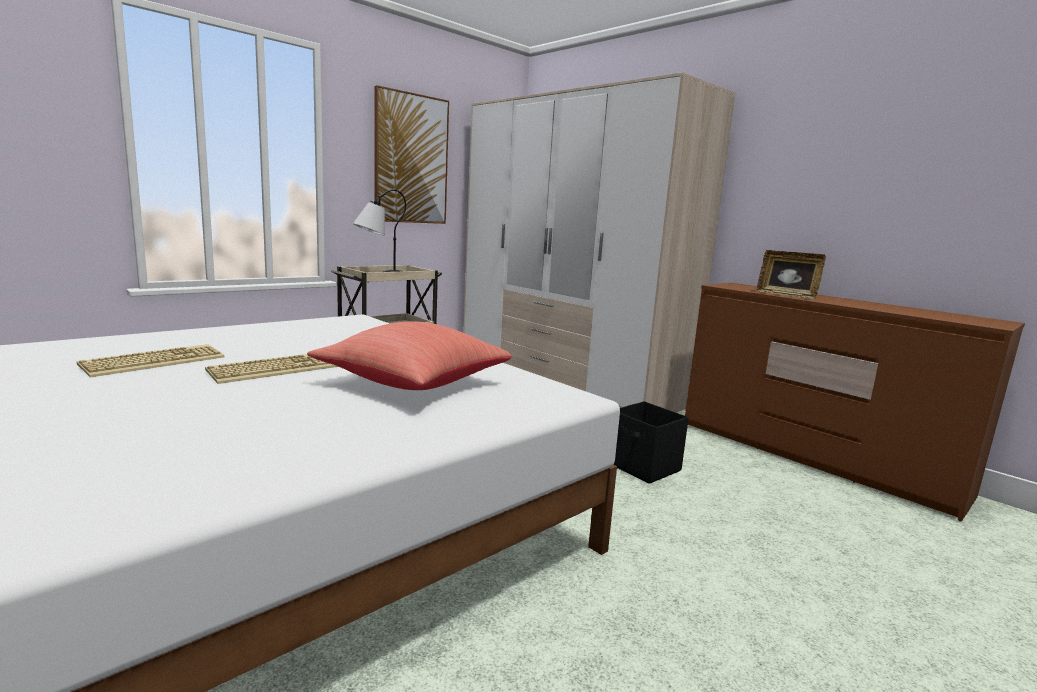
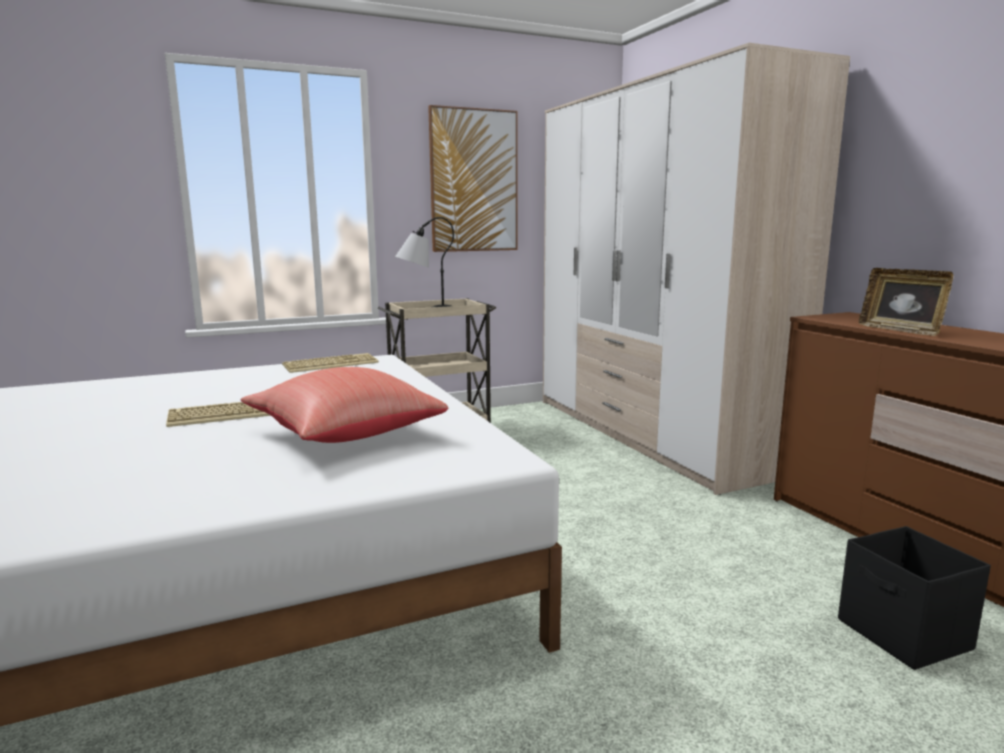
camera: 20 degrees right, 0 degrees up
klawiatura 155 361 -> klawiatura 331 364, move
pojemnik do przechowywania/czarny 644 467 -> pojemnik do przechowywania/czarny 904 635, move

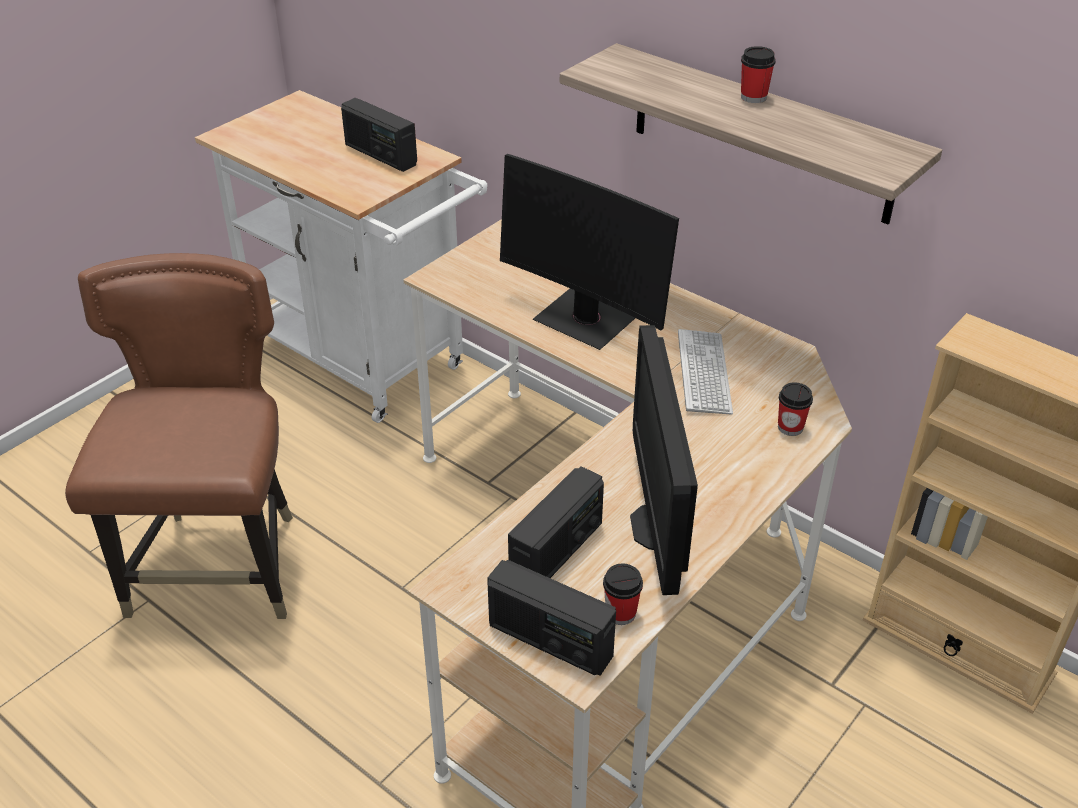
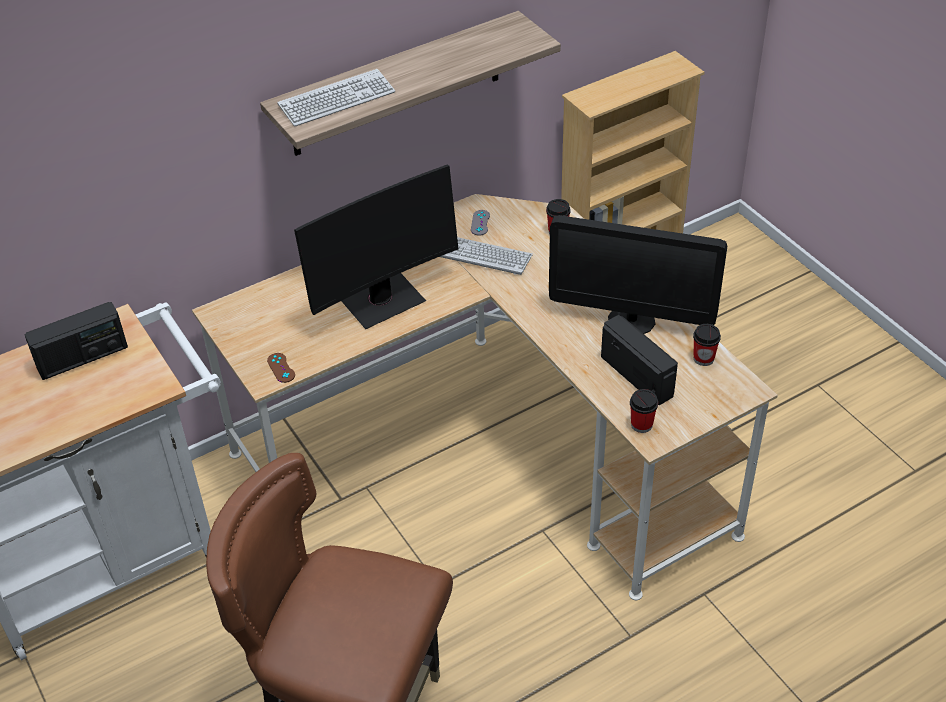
camera: 70 degrees left, 5 degrees up
none -> pad do gier/brązowy 281 368
none -> klawiatura 336 99
none -> pad do gier/szary 480 223
filiżanka 753 97 -> filiżanka 641 424, move
radio 550 640 -> none

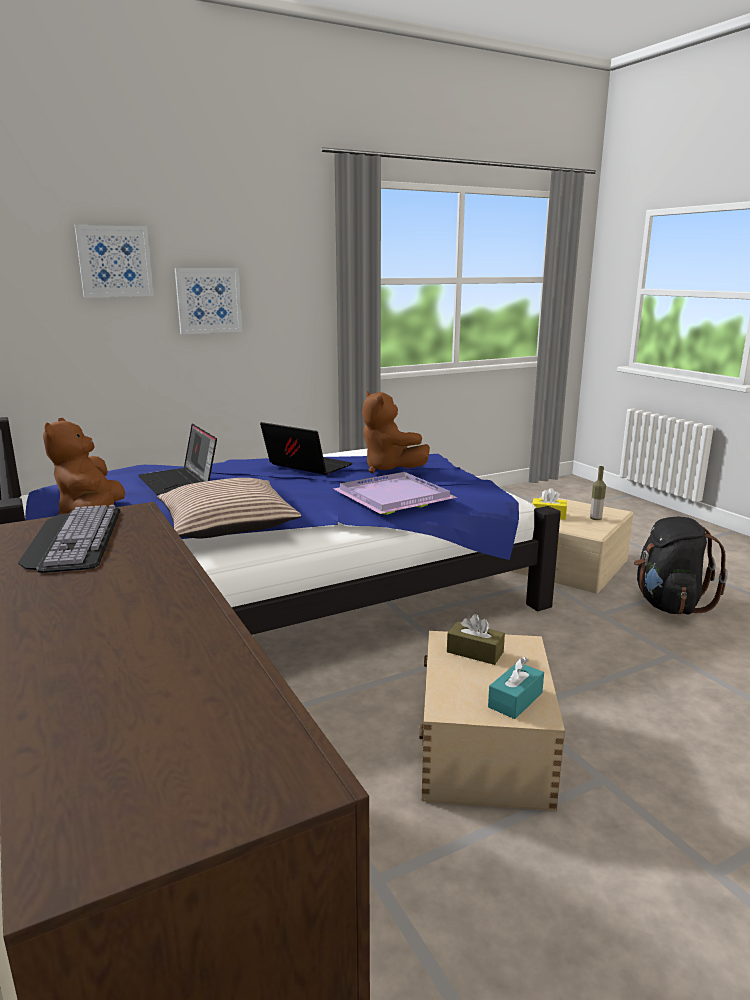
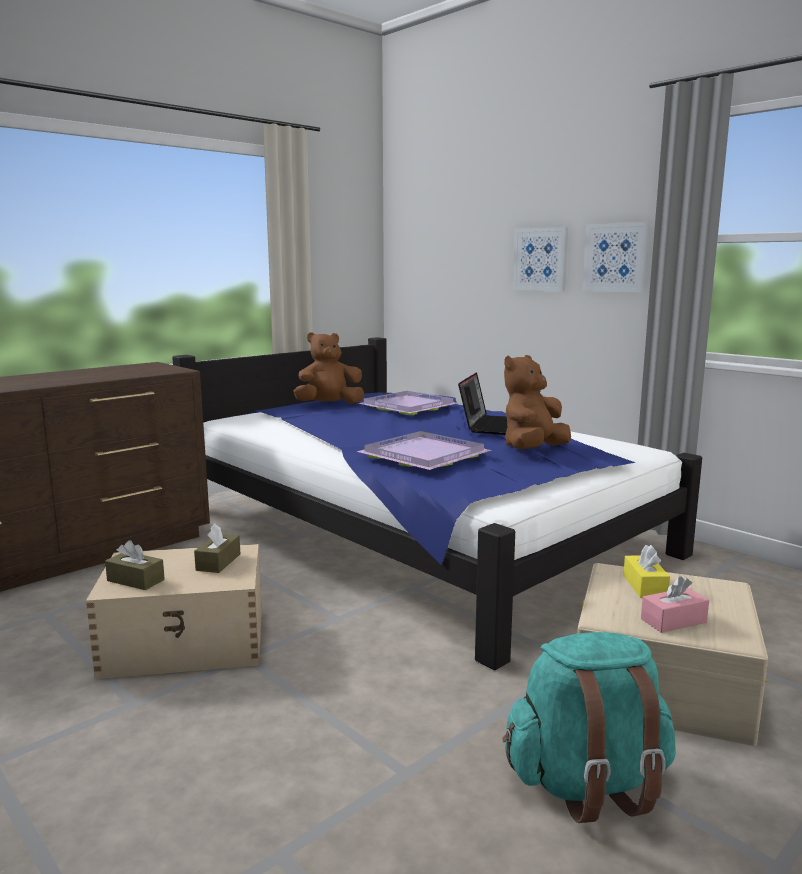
camera: 75 degrees right, 5 degrees down
pudełko chusteczek/turkusowy 515 700 -> pudełko chusteczek/brązowy 135 580
laptop 179 482 -> taca/fioletowy 408 407
plecak/czarny 668 604 -> plecak/turkusowy 587 783
obraz 115 261 -> obraz 615 257, move
butelka 595 519 -> pudełko chusteczek/różowy 673 621
klawiatura 71 539 -> none
poduszka 227 524 -> none

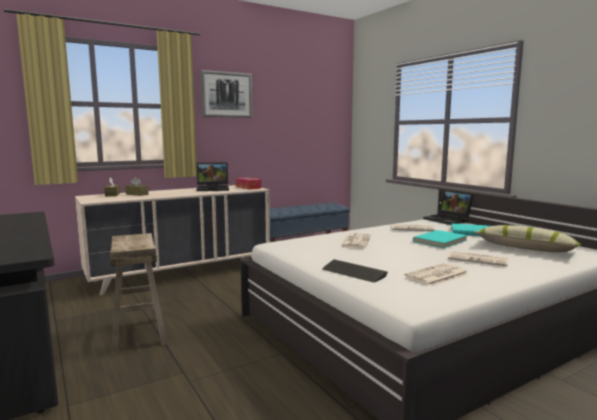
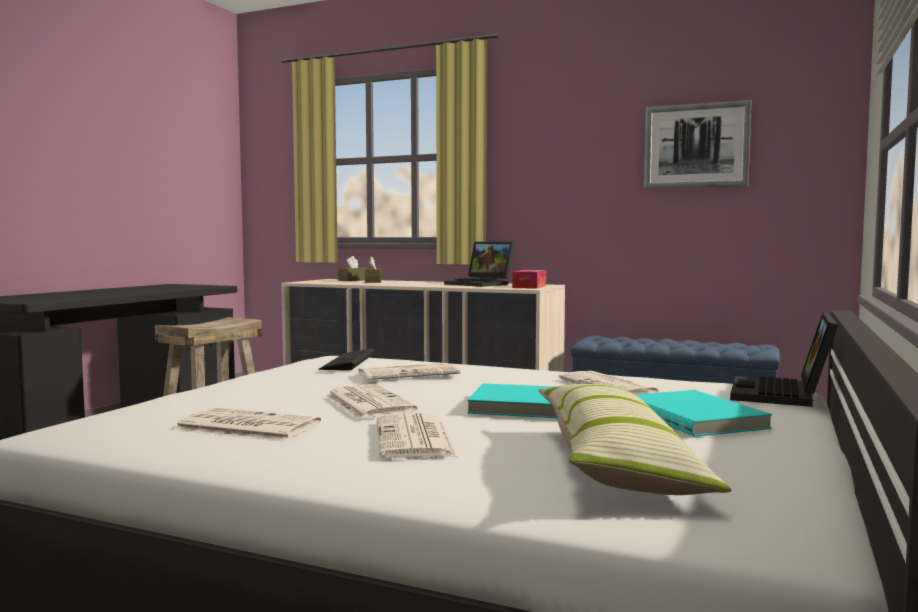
camera: 55 degrees right, 5 degrees down
klawiatura 353 272 -> klawiatura 347 362, move
none -> gazeta 367 403
obraz 227 94 -> obraz 696 146, move

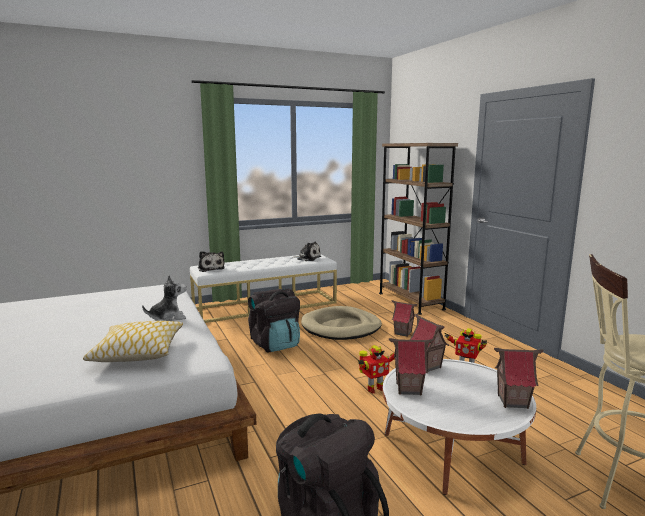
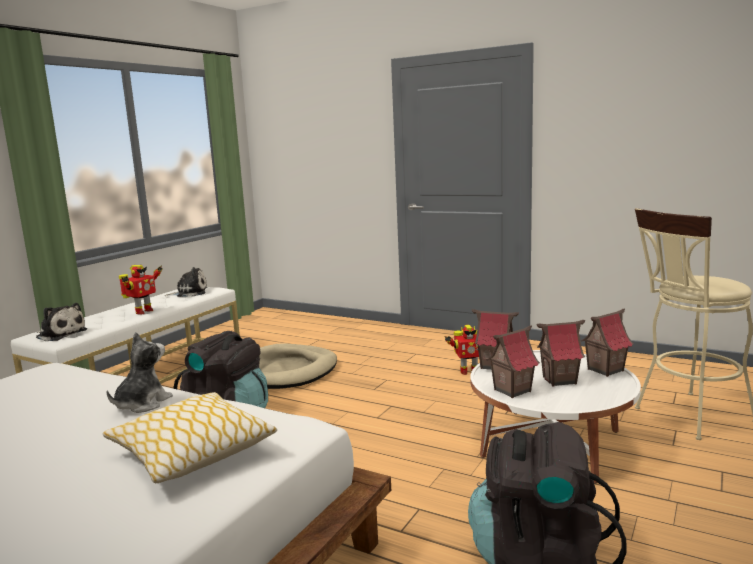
camera: 35 degrees left, 0 degrees up
robot zabawkowy 374 389 -> robot zabawkowy 142 312, move
domek 403 333 -> domek 560 380, move
regał/brązowy 410 301 -> none

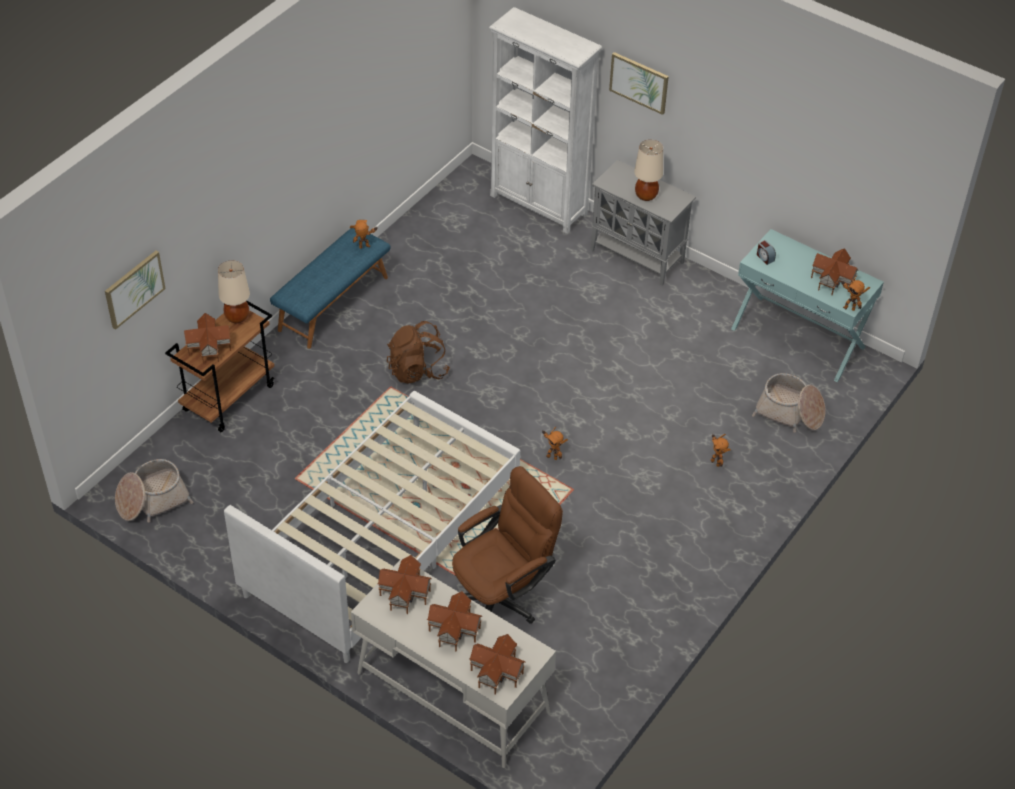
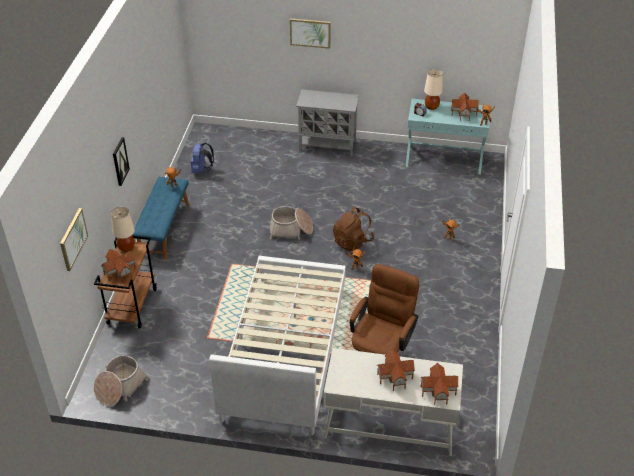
camera: 25 degrees left, 5 degrees down
none -> obraz 120 161
none -> plecak/niebieski 202 170
koszyk 789 412 -> koszyk 291 229, move
plecak/brązowy 417 370 -> plecak/brązowy 352 241, move
lampa stołowa/beżowy 645 196 -> lampa stołowa/beżowy 431 107, move
domek 406 593 -> none
regał/biały 539 205 -> none

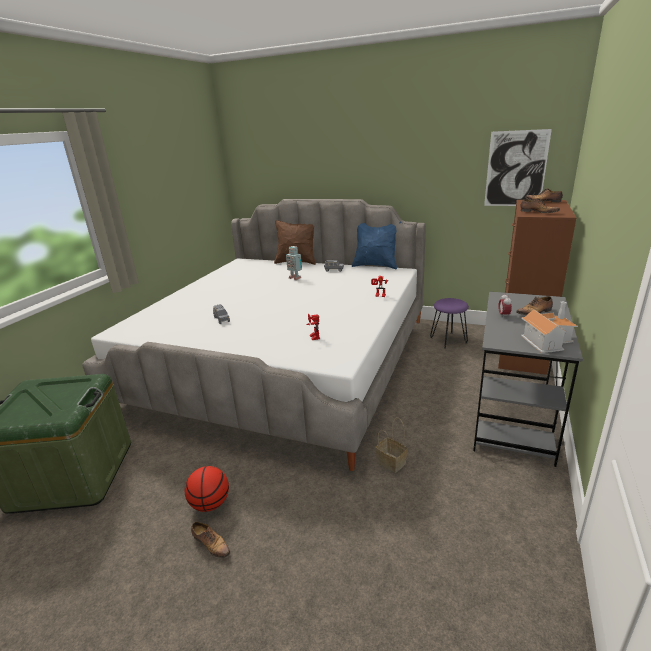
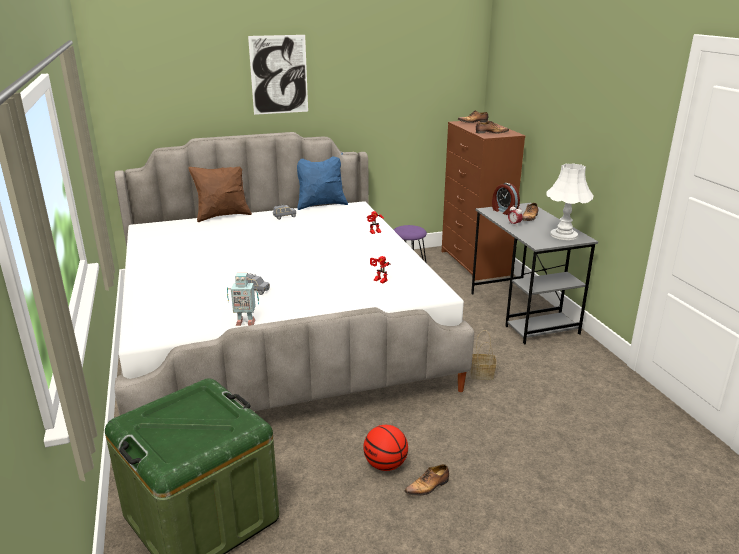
camera: 40 degrees left, 0 degrees up
robot zabawkowy 295 278 -> robot zabawkowy 245 322, move
obraz 516 169 -> obraz 279 75, move
but 211 544 -> but 428 486, 150 degrees clockwise
none -> budzik 504 211
domek 546 340 -> lampa stołowa/biały 564 235

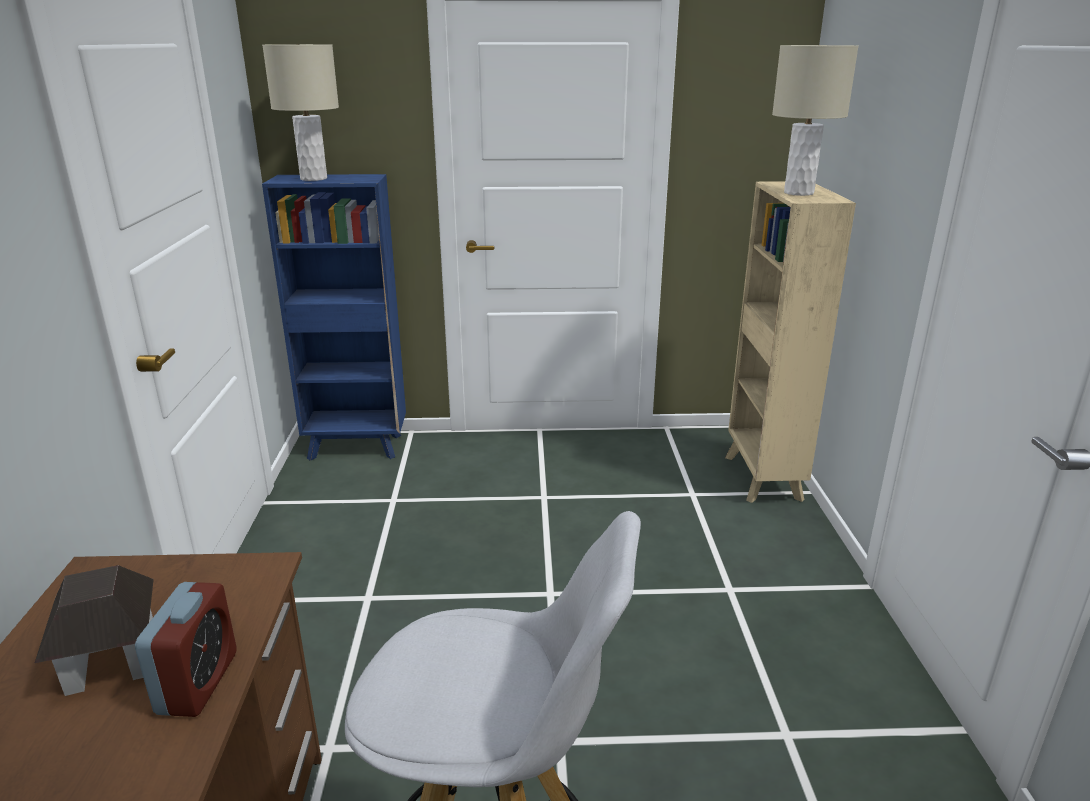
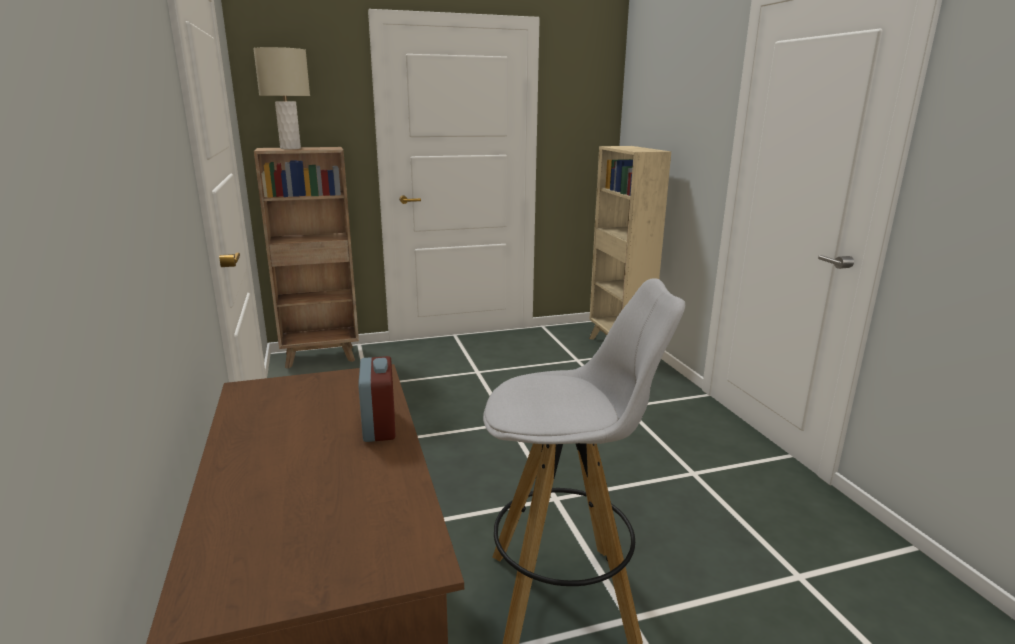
camera: 15 degrees left, 5 degrees down
regał/niebieski 357 447 -> regał/brązowy 322 357
domek 112 662 -> none
lampa stołowa/beżowy 798 193 -> none

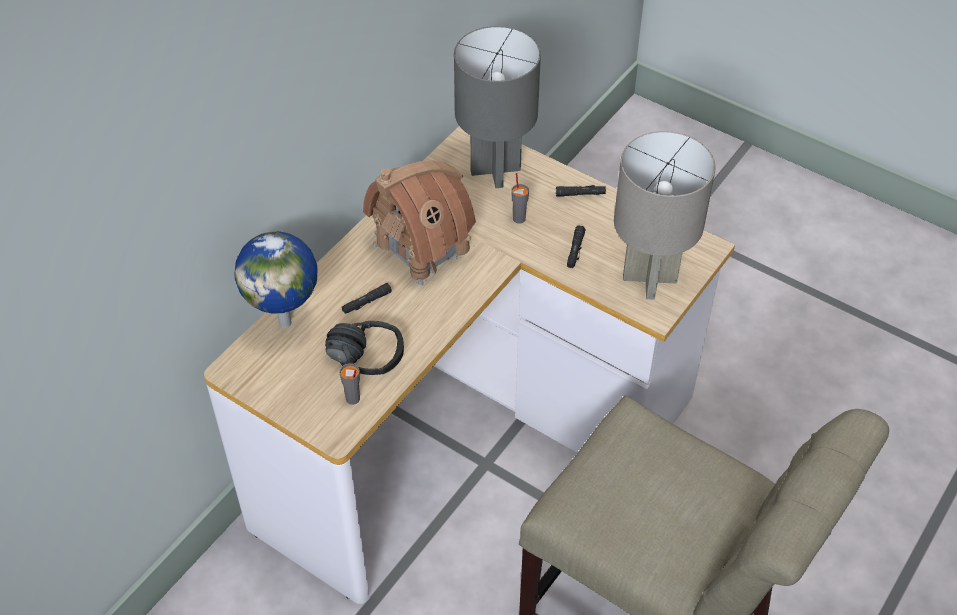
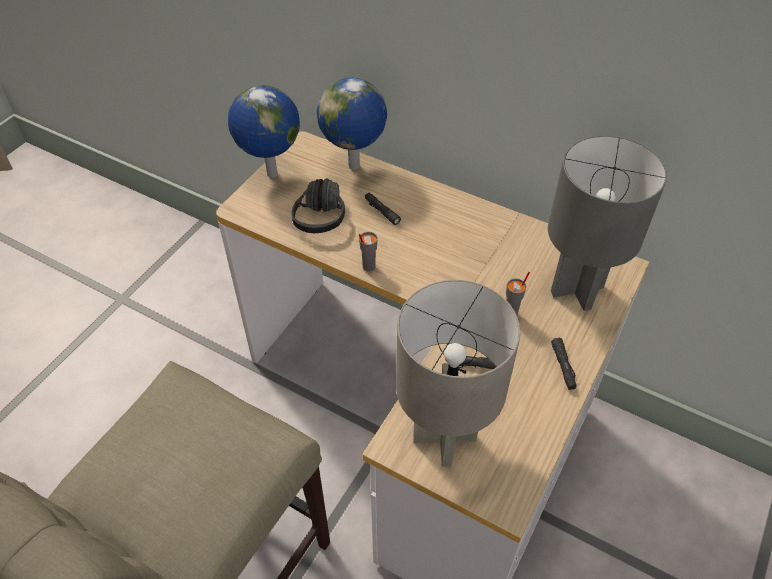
camera: 85 degrees right, 0 degrees up
none -> globus 271 174
filiżanka/szary 353 399 -> filiżanka/szary 368 266, move
domek 423 247 -> none

